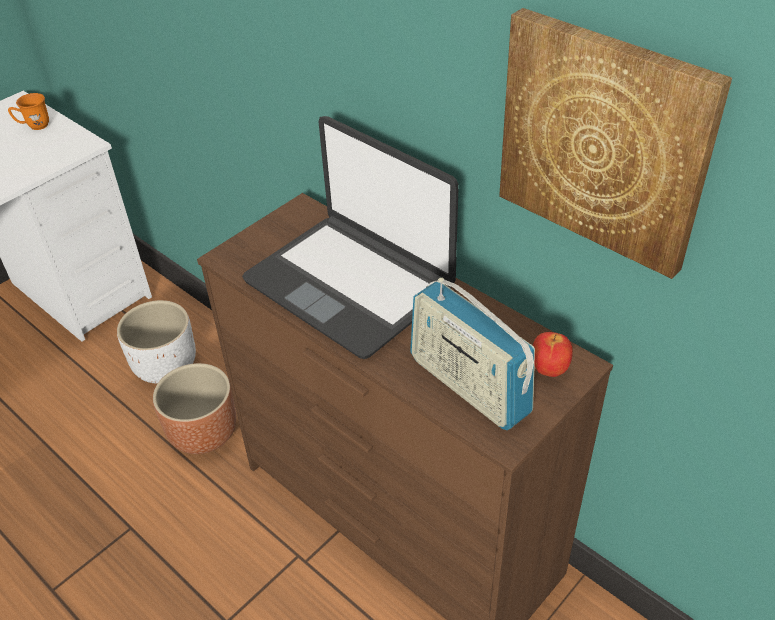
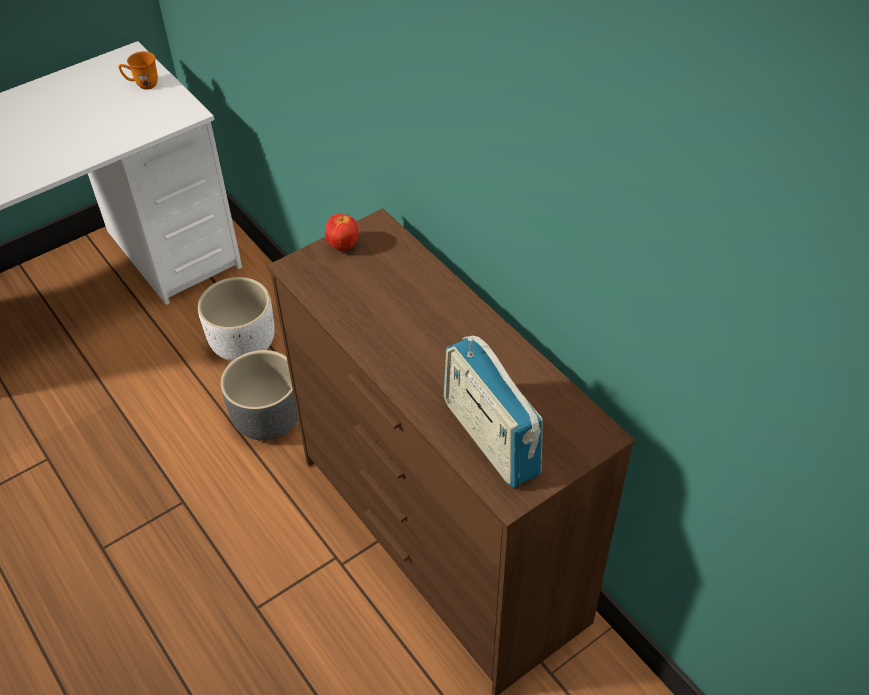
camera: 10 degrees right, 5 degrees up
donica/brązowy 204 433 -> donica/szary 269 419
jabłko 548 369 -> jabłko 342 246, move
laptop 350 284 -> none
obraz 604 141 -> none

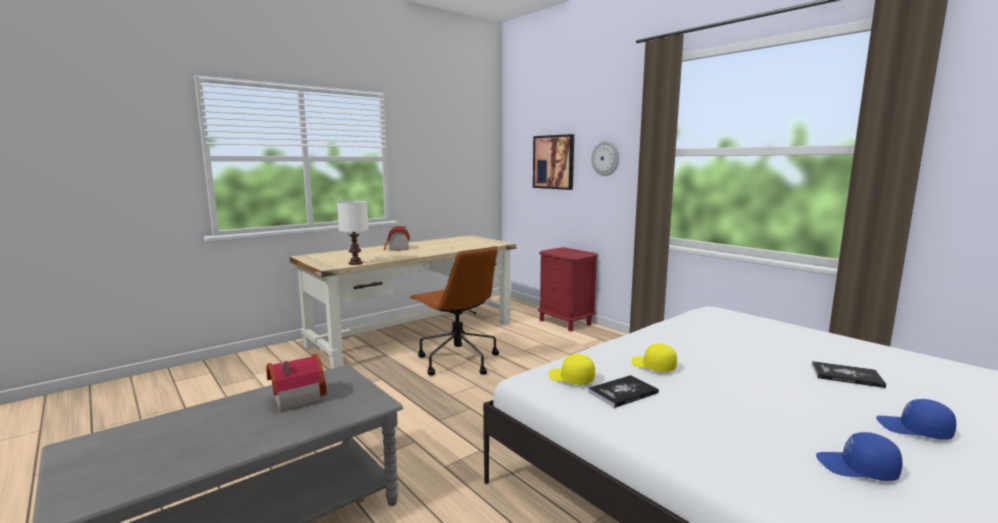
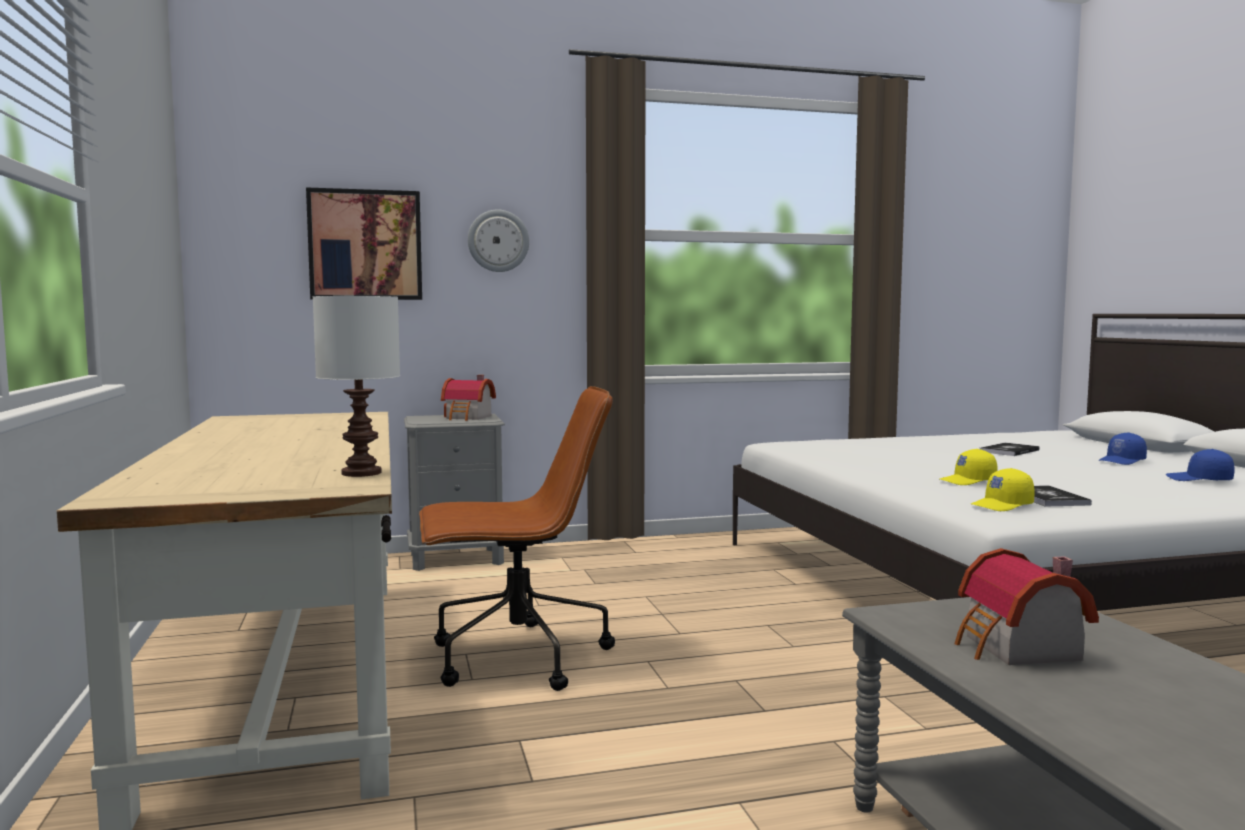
camera: 65 degrees left, 5 degrees down
szafka nocna/czerwony 565 322 -> szafka nocna/szary 457 559
domek 397 248 -> domek 469 417, move
czapka z daszkiem/niebieski 857 468 -> czapka z daszkiem/niebieski 1199 480, 75 degrees clockwise

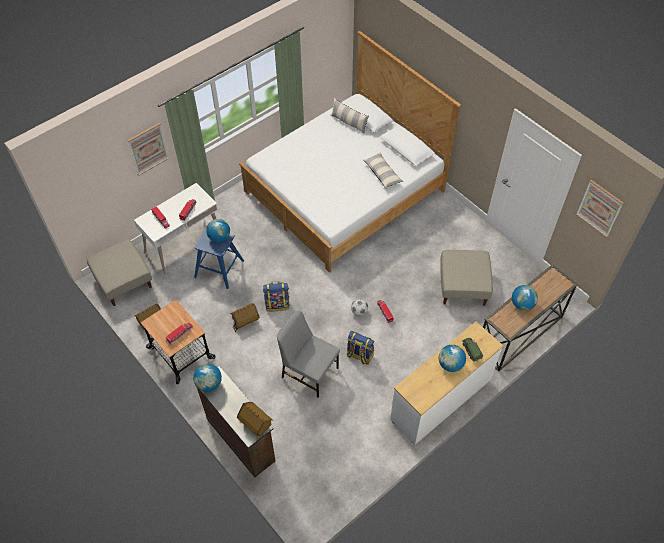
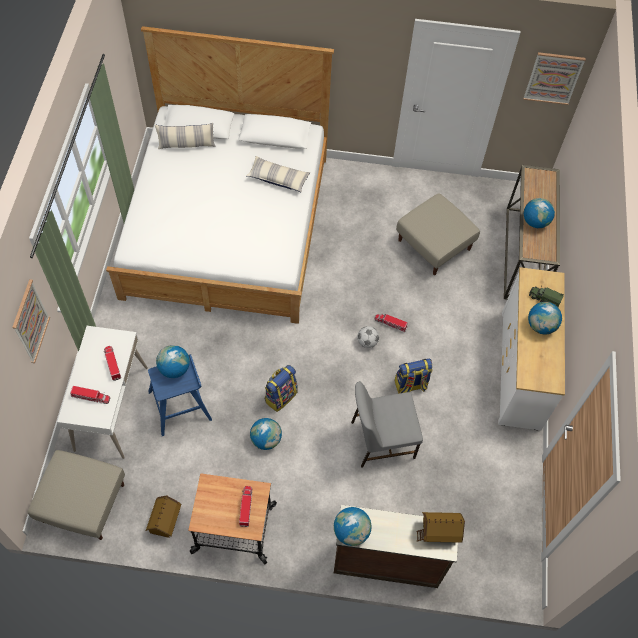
camera: 45 degrees left, 5 degrees up
domek 245 321 -> globus 266 440

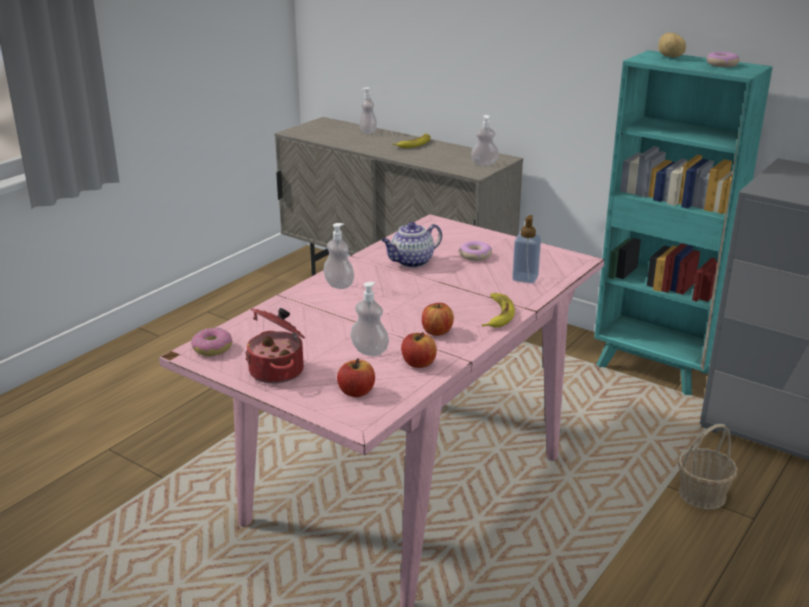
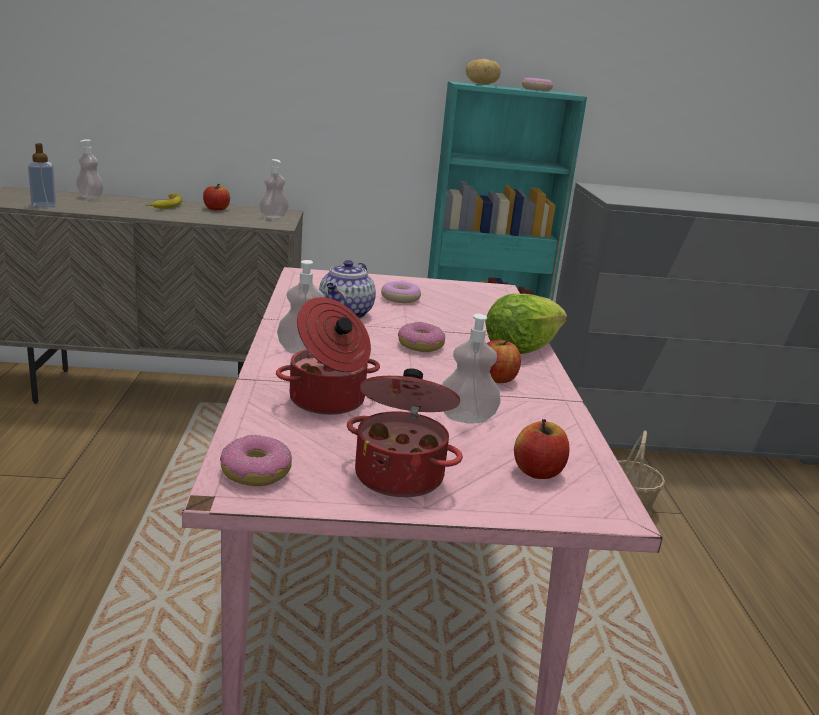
camera: 40 degrees left, 5 degrees down
dozownik mydła 525 278 -> dozownik mydła 44 205, move
jabłko 418 363 -> jabłko 216 209, move
none -> garnek 328 401
none -> donut 420 345
banan 497 314 -> sałata 520 349

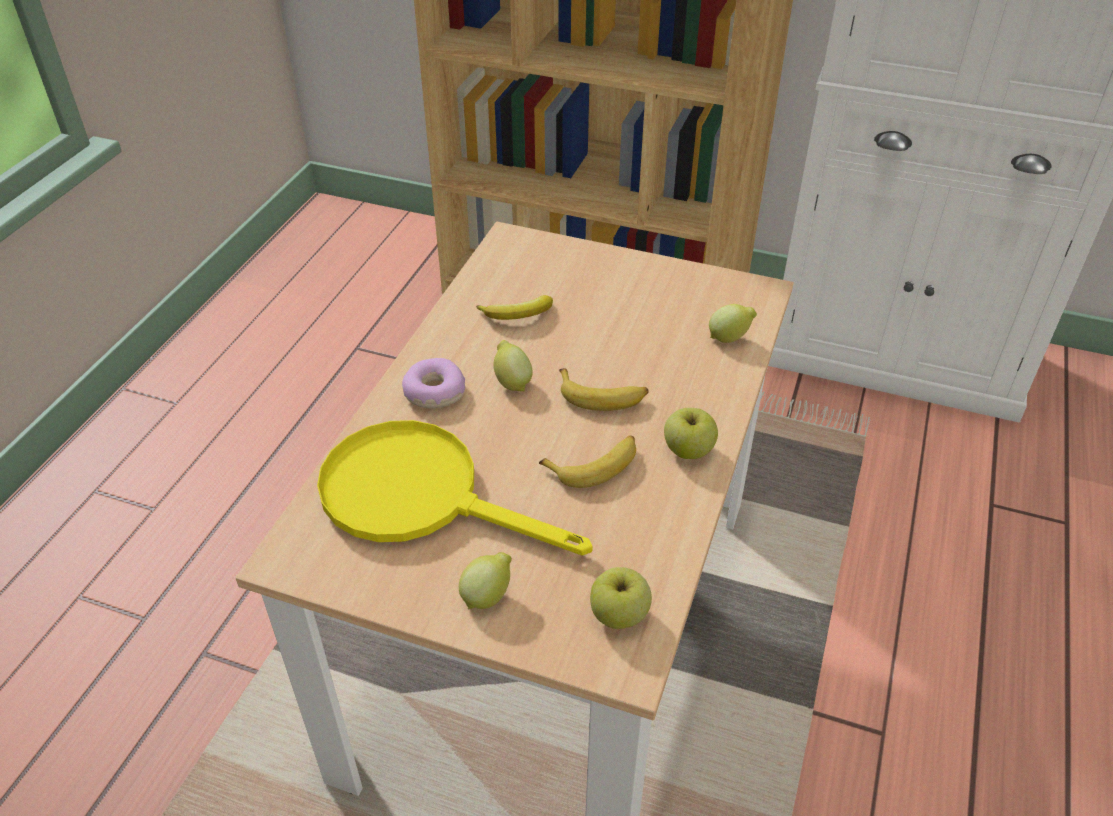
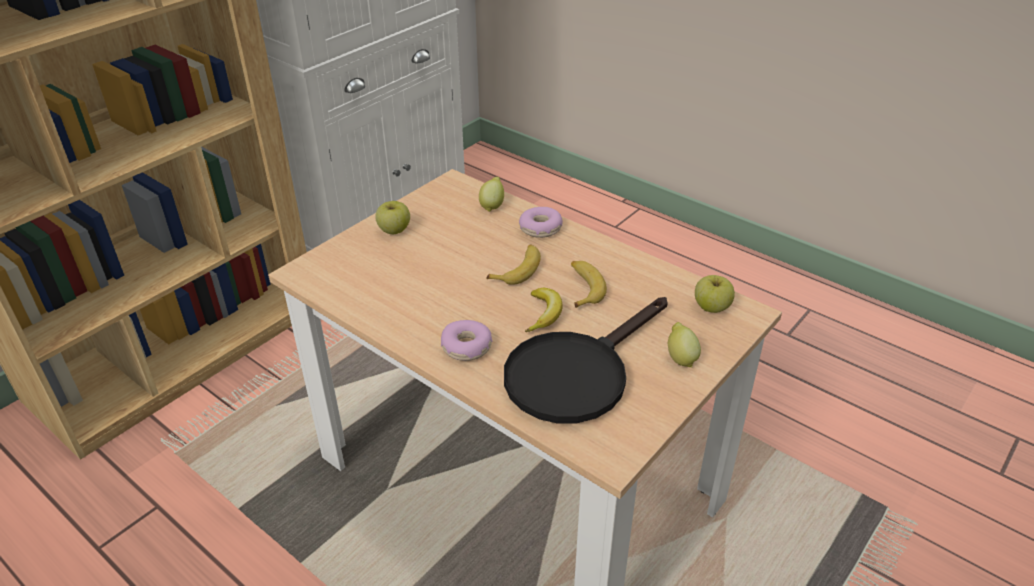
camera: 70 degrees left, 5 degrees down
jabłko 688 450 -> jabłko 394 230, move
patelnia/żółty 421 495 -> patelnia/czarny 576 373
none -> donut 540 228
banan 518 315 -> banan 544 314, move
cytryna 512 382 -> none

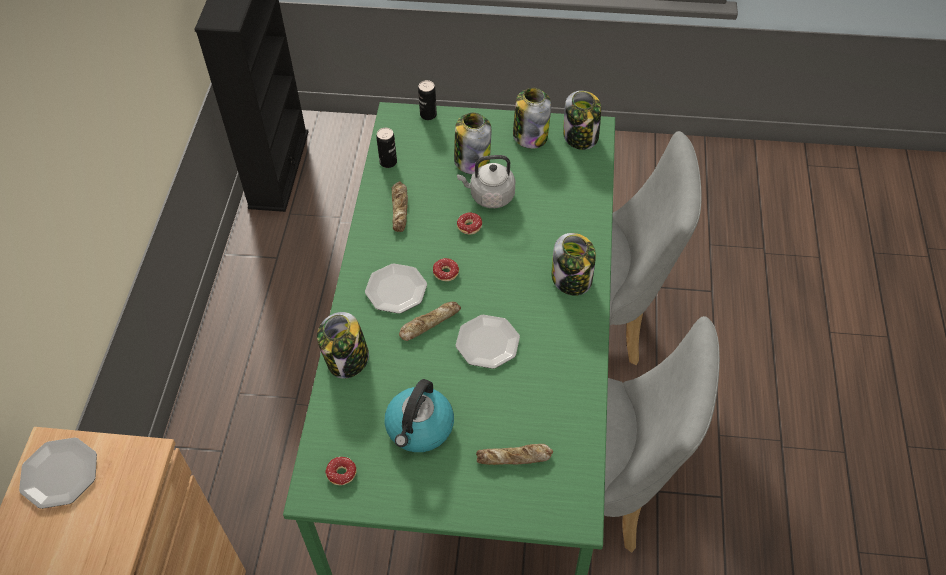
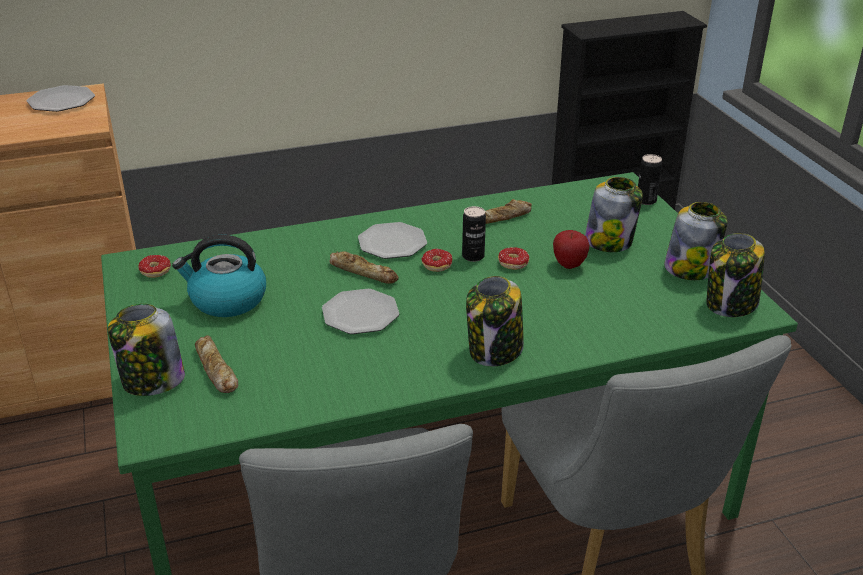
camera: 65 degrees right, 20 degrees down
słoik 347 360 -> słoik 152 381, move
puszka 388 162 -> puszka 473 256, move
czajnik/szary 489 196 -> jabłko 569 265

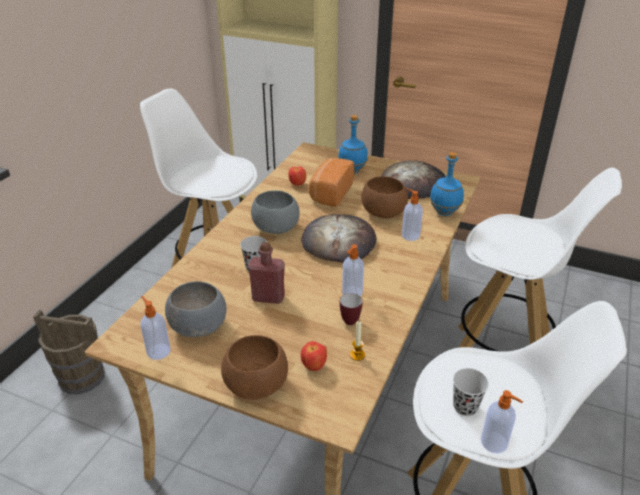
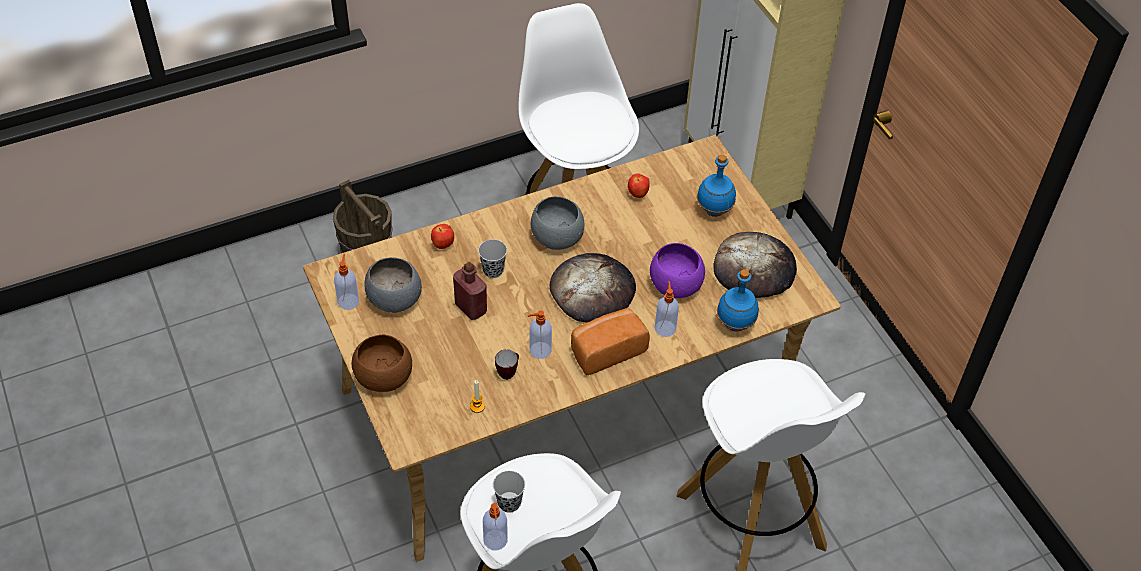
camera: 40 degrees right, 15 degrees up
jabłko 314 367 -> jabłko 443 245, move
chleb 330 193 -> chleb 606 350, move
miska/brązowy 384 213 -> miska/fioletowy 675 286

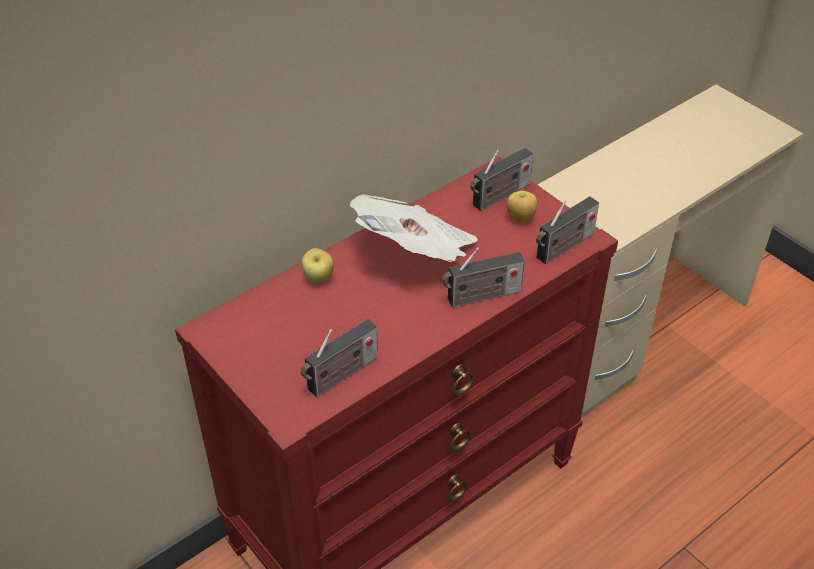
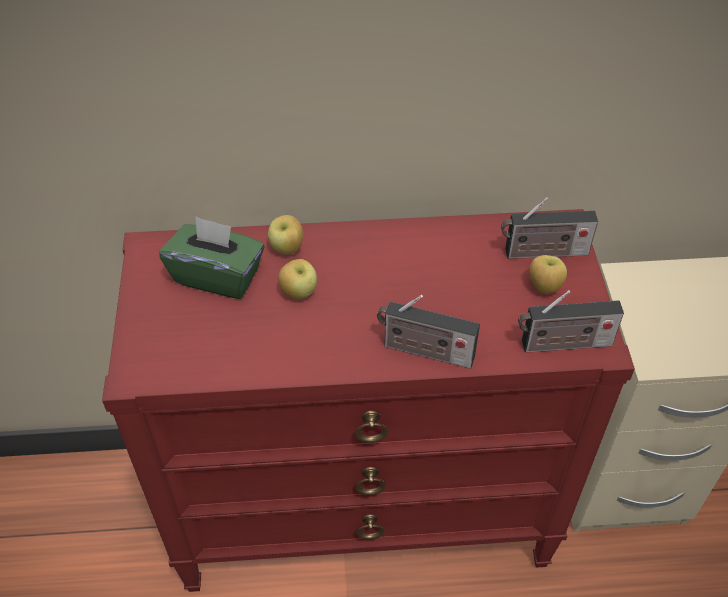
camera: 35 degrees right, 5 degrees up
none -> pudełko chusteczek/zielony 217 276
none -> jabłko 299 292
radio 340 376 -> none
gazeta 416 252 -> none

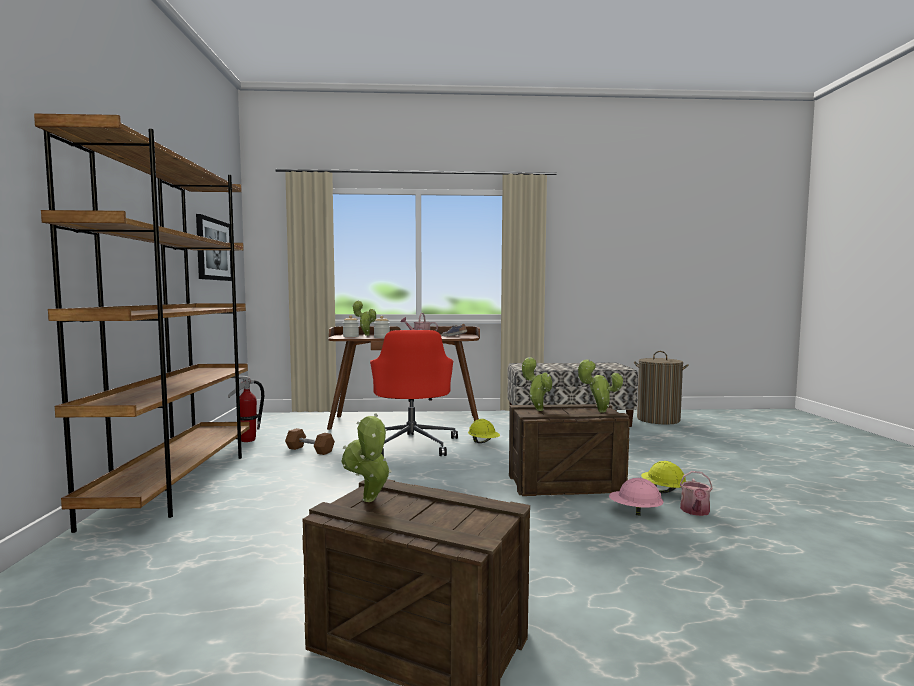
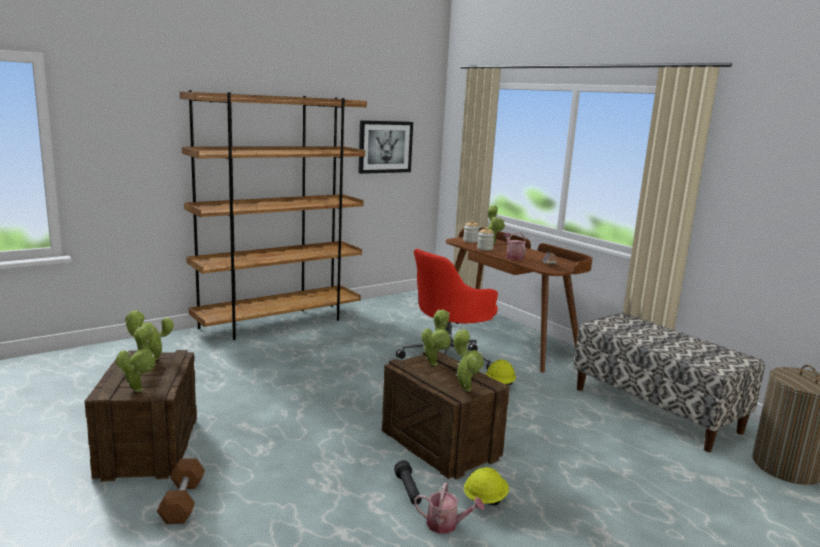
camera: 55 degrees right, 10 degrees up
none -> roślina doniczkowa 139 388
hantel/brązowy 310 450 -> hantel/brązowy 182 501, move
kask/różowy 635 512 -> latarka/czarny 408 490
konewka 695 512 -> konewka 446 525, 150 degrees counterclockwise
gaśnica 247 440 -> none

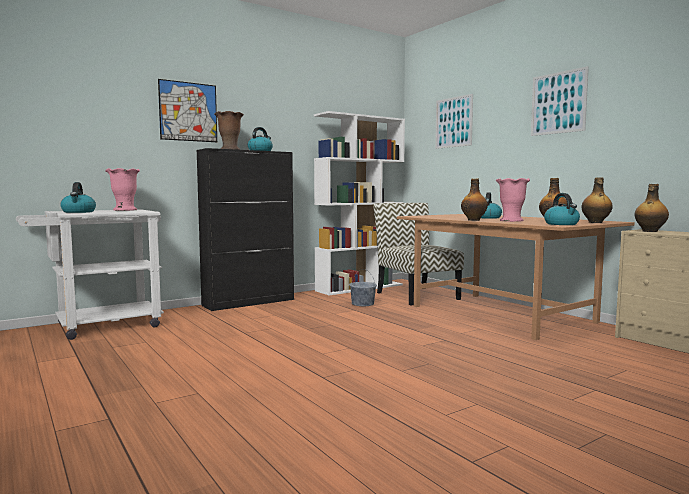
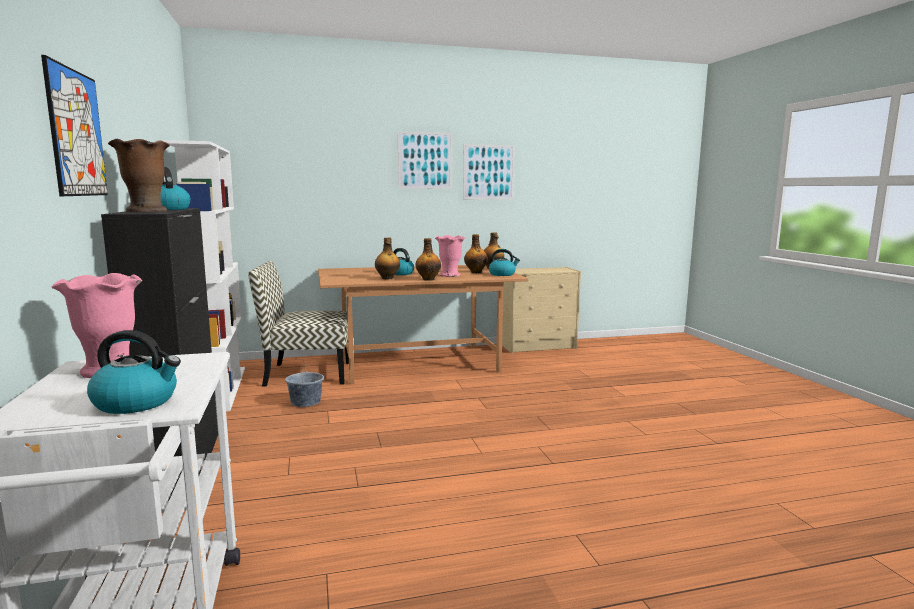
camera: 70 degrees left, 5 degrees up
butelka 649 231 -> butelka 387 278, move
obraz 453 122 -> obraz 488 172, move

